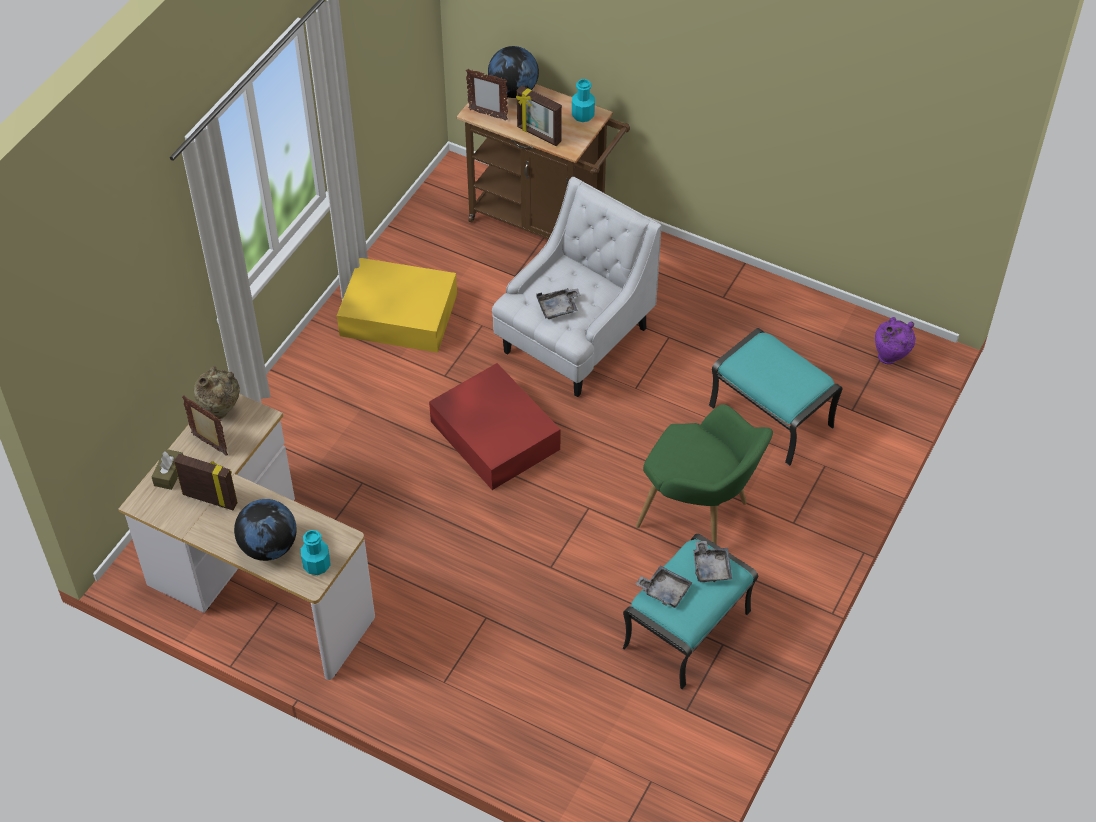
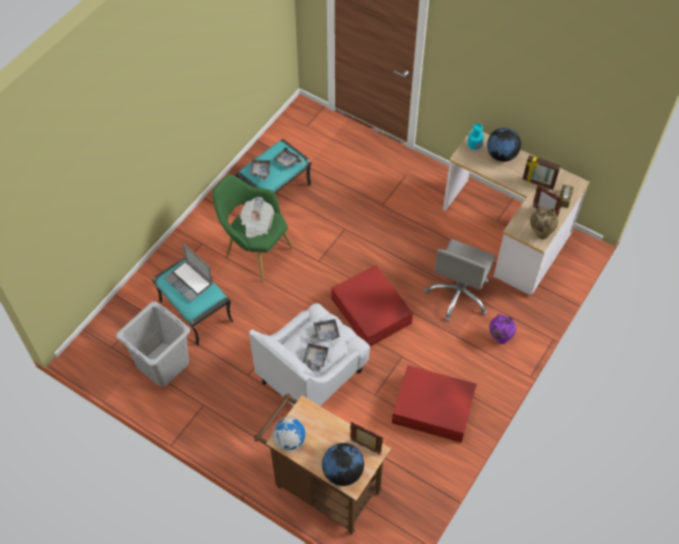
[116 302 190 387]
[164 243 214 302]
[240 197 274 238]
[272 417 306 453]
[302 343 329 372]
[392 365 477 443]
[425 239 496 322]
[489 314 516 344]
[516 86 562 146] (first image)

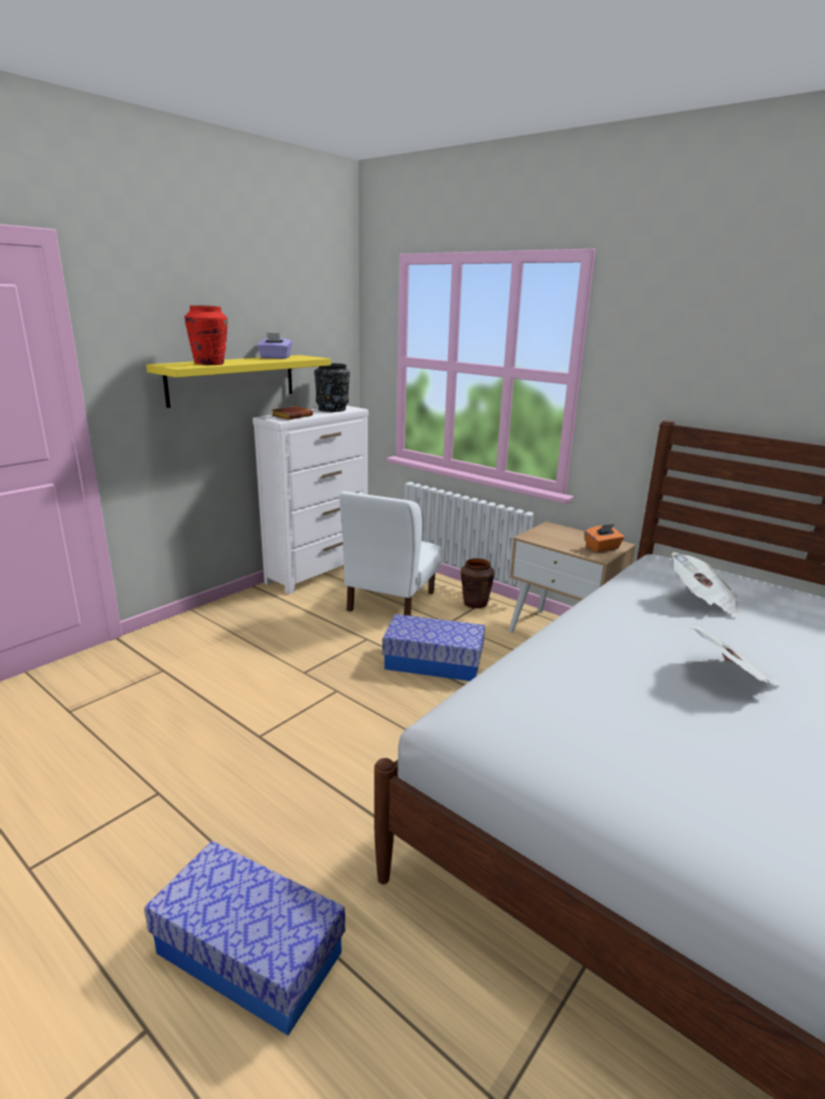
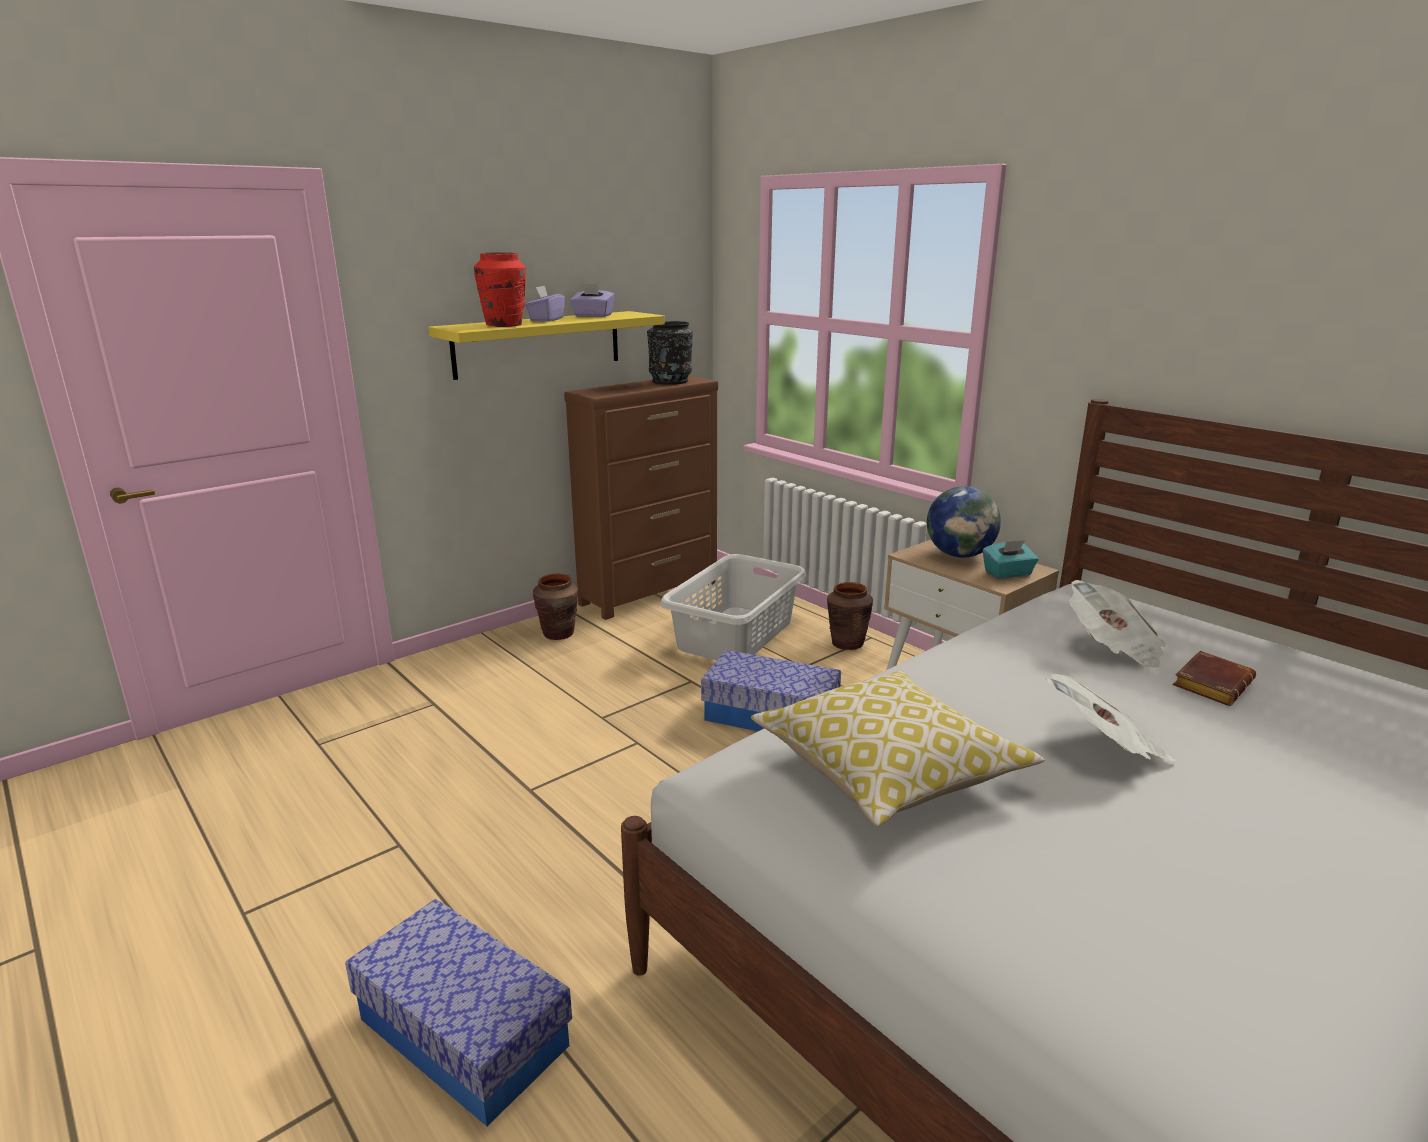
[525 285 565 322]
[533 574 578 640]
[564 376 718 620]
[660 554 806 660]
[751 671 1045 826]
[927 486 1001 558]
[983 540 1039 579]
[1173 651 1256 706]

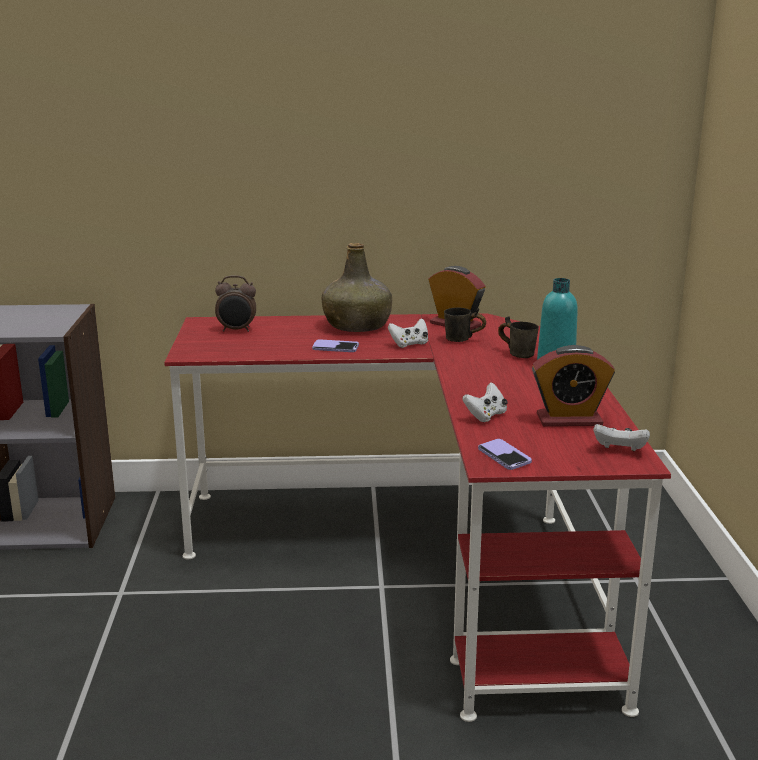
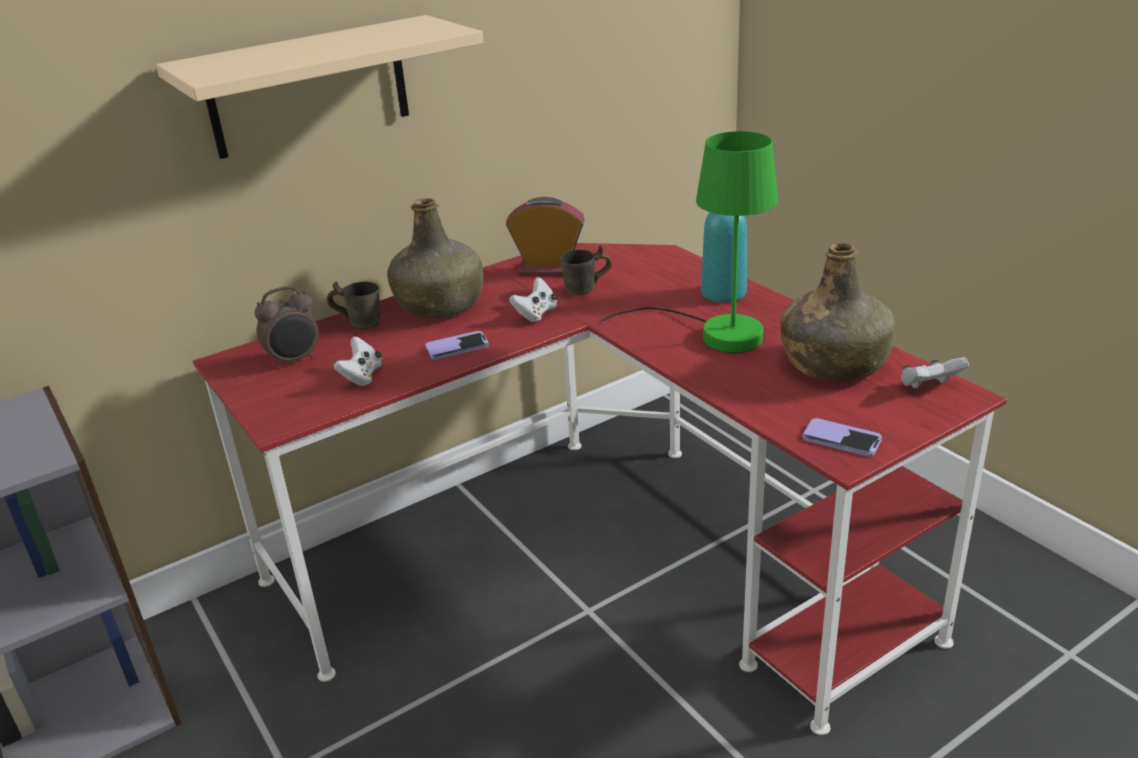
[156 15 484 159]
[327 281 380 329]
[333 336 382 386]
[601 131 778 353]
[780 242 896 382]

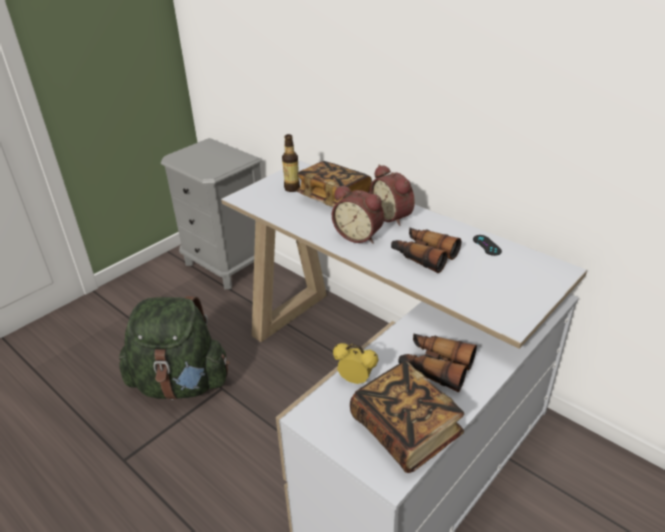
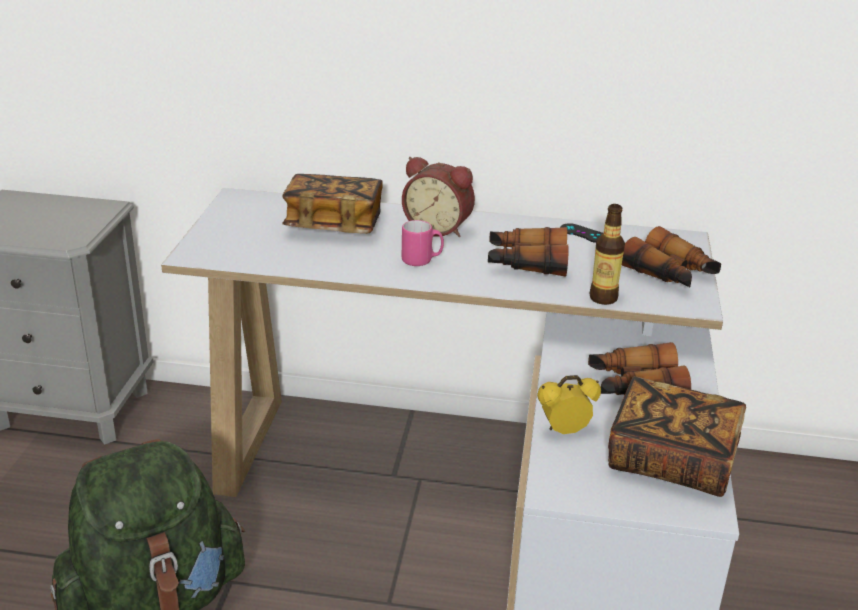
[402 220 444 266]
[589 204 625 305]
[622 226 721 287]

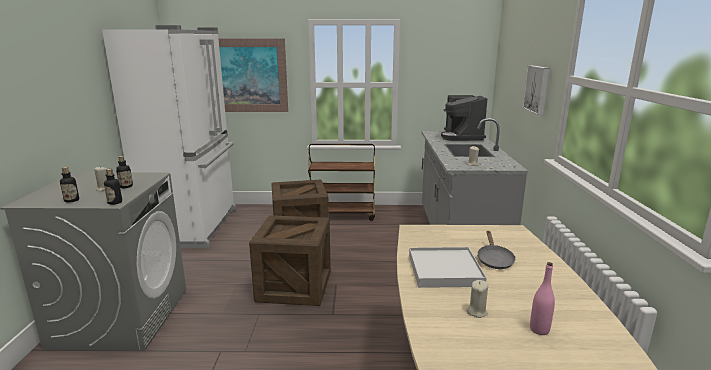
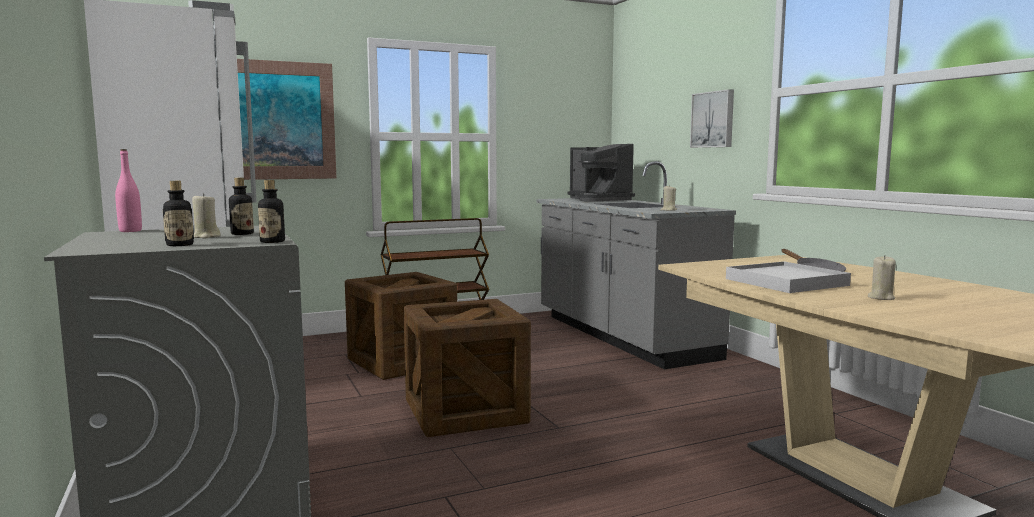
[115 149 142 232]

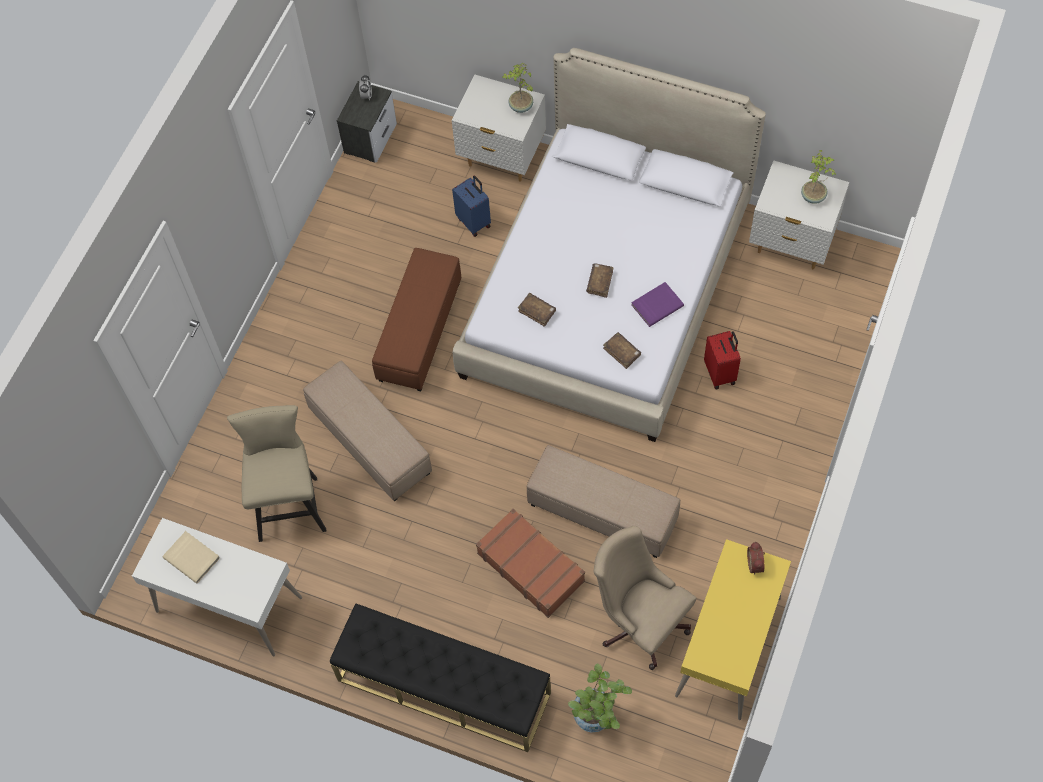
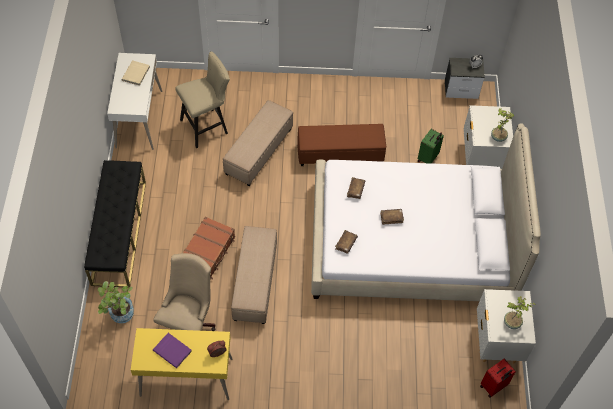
[153 333 192 368]
[418 129 444 164]
[480 358 516 398]

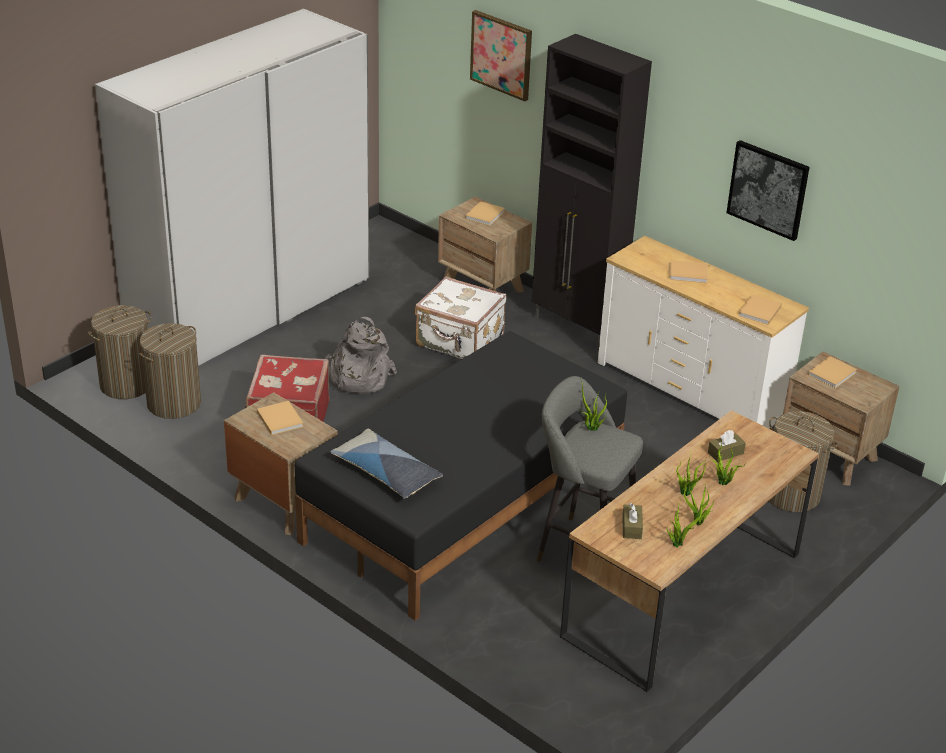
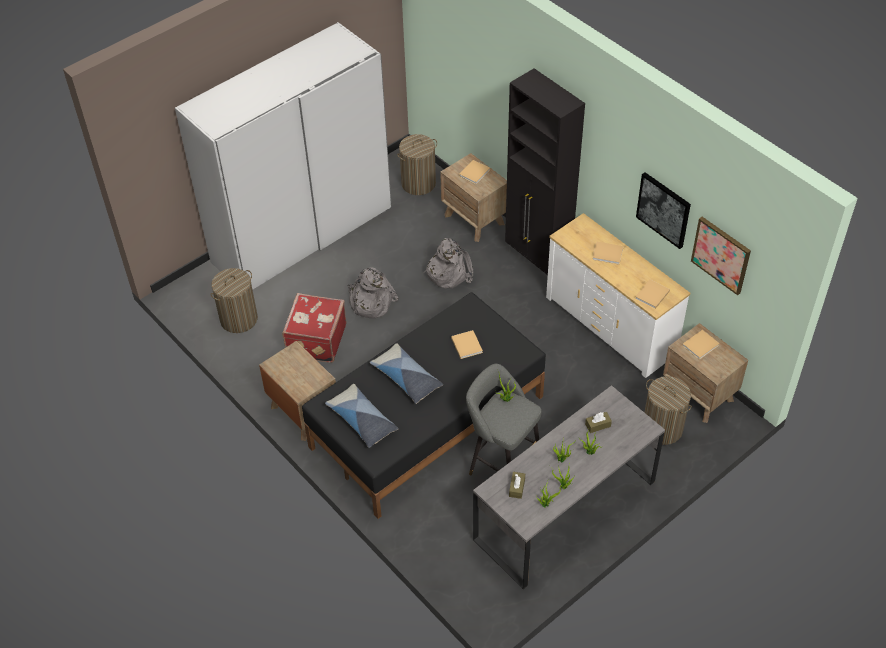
[370 343 443 404]
[397 134 437 195]
[423 238 473 289]
[451 330 483 359]
[473 385 665 589]
[691 217 751 295]

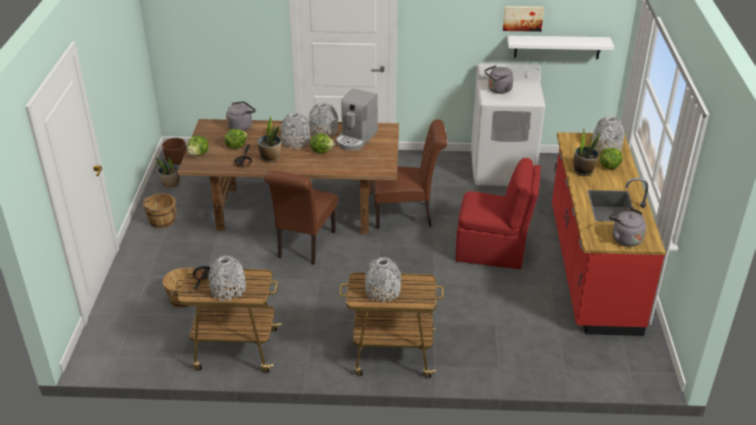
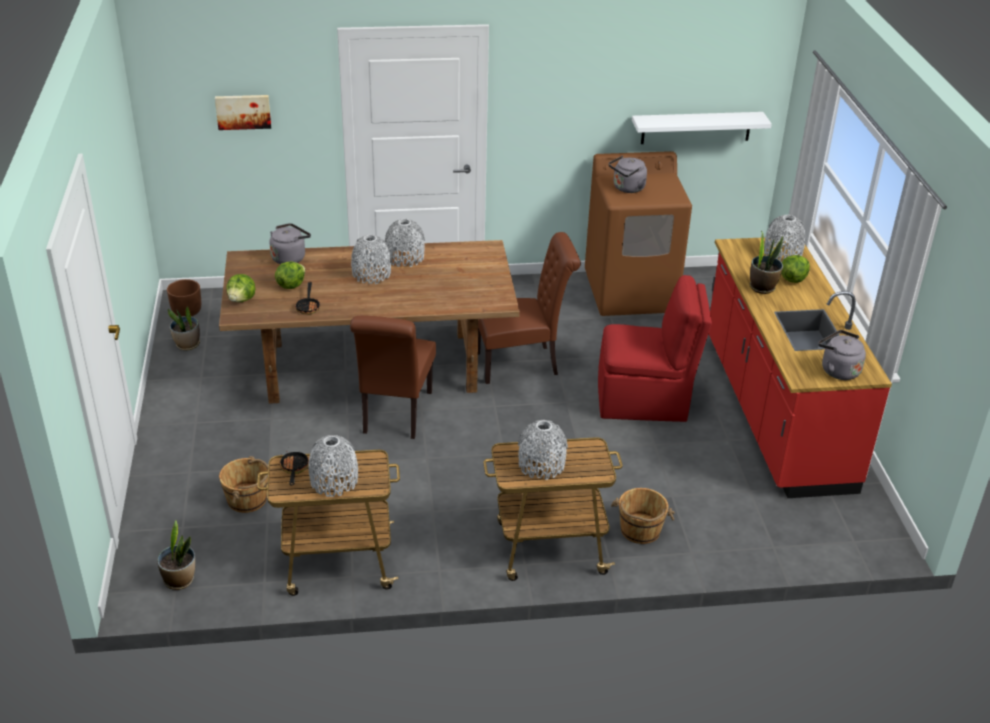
[157 520 195 590]
[215 95 271 130]
[585 151 692 316]
[611 488 675 544]
[310 133 335 153] (first image)
[336 89 378 151] (first image)

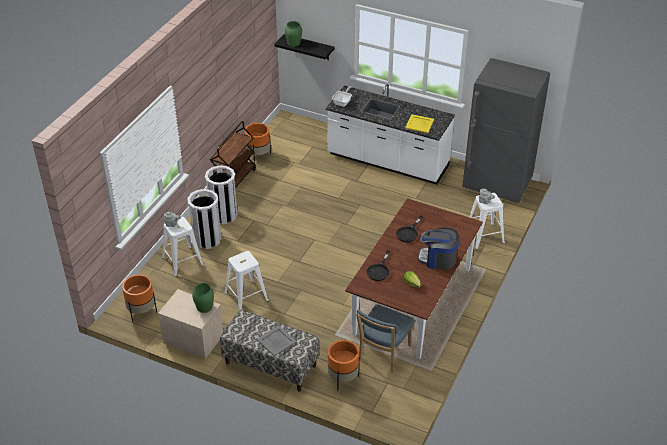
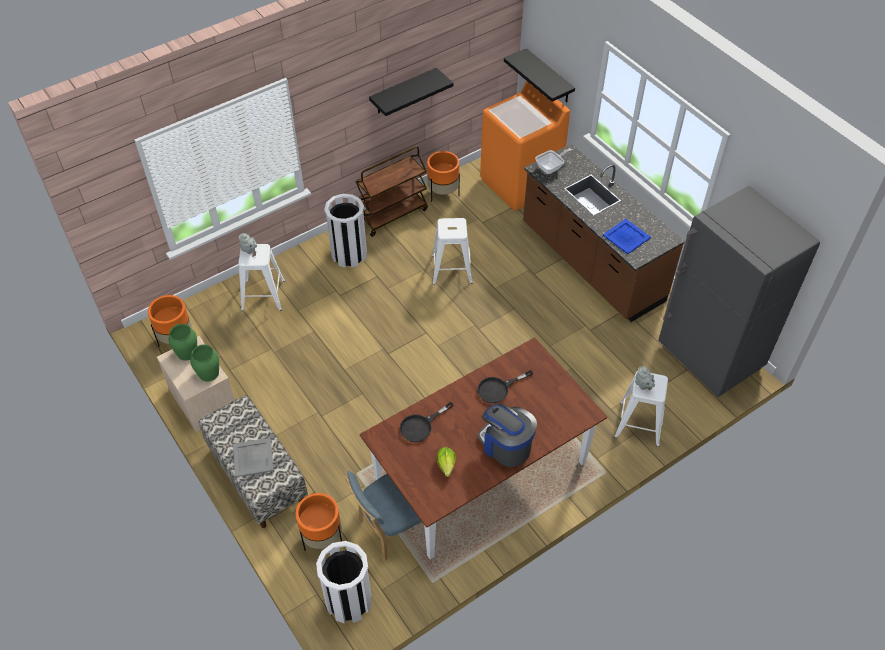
[168 324 197 361]
[316 541 372 624]
[369 68 454 116]
[432 218 472 285]
[480 81 570 211]
[523 144 685 322]
[603 219 651 254]

